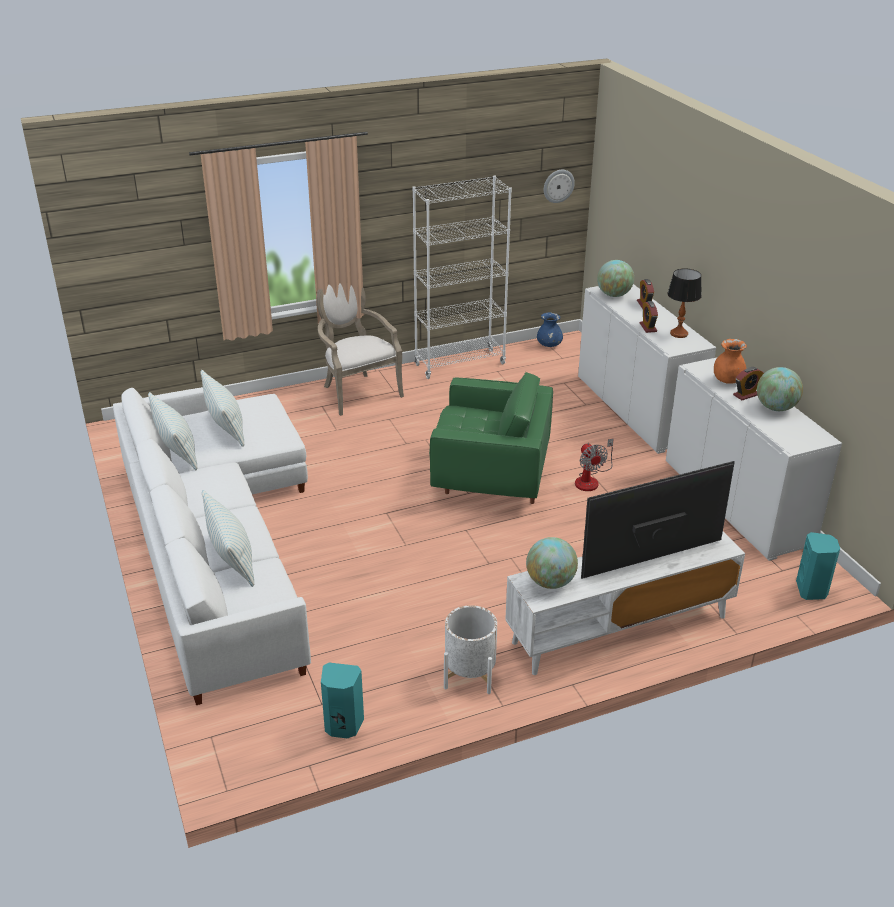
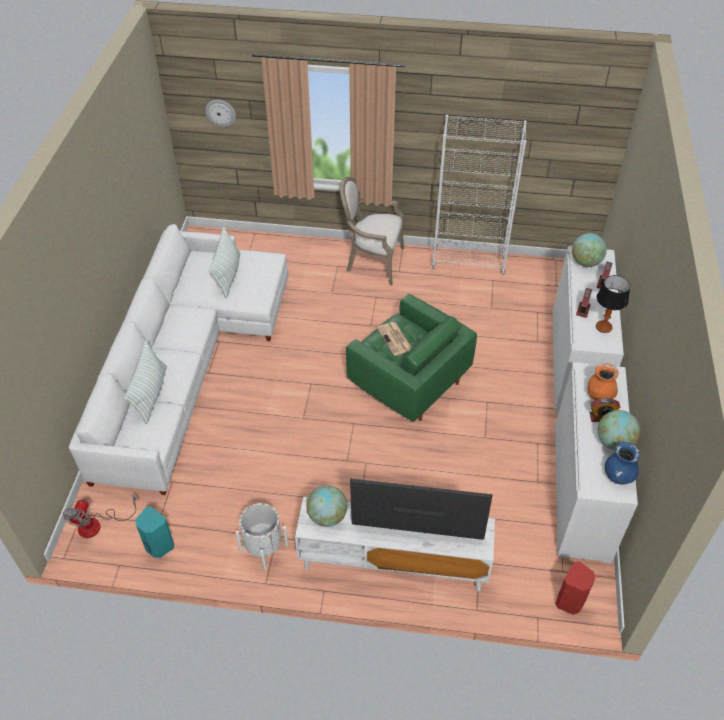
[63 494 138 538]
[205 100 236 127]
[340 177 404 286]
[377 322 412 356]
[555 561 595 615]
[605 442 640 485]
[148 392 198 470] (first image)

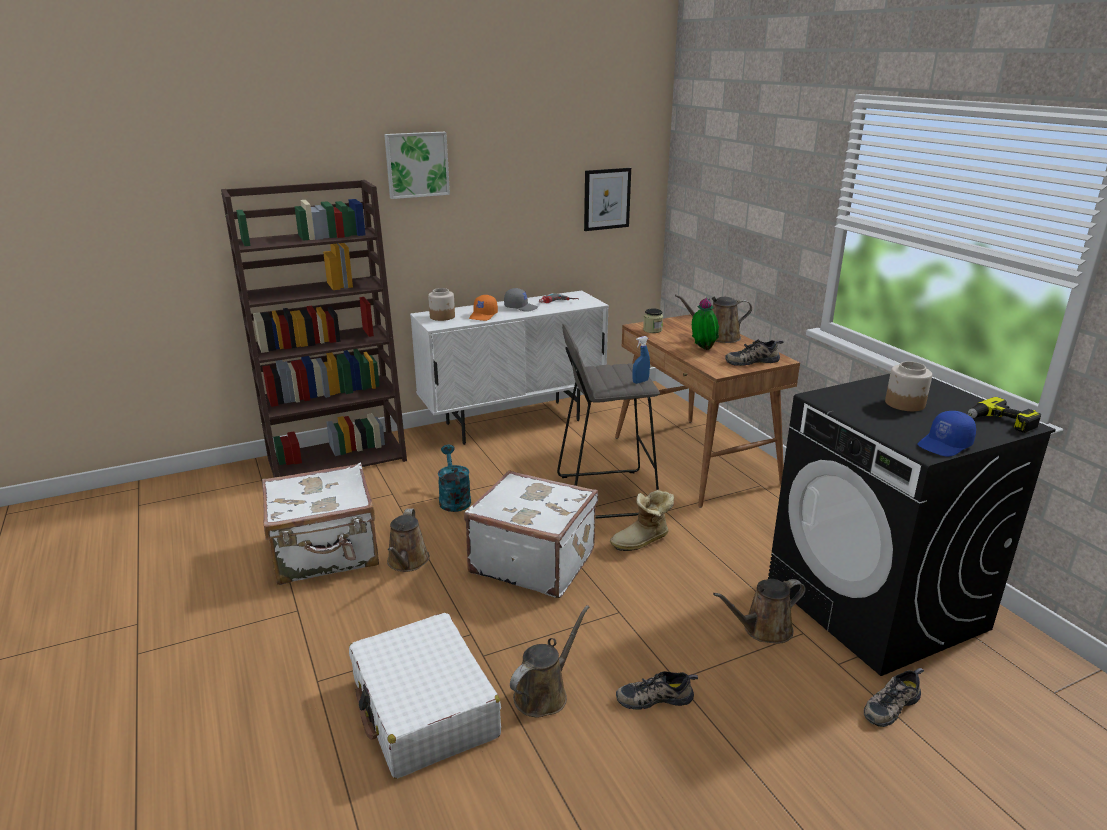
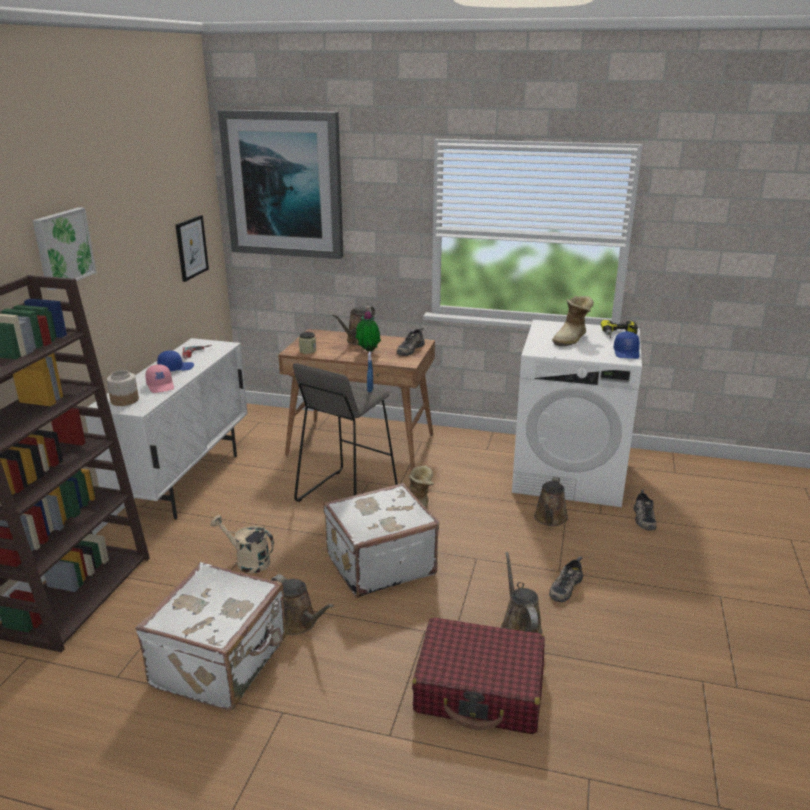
[145 364 174 393]
[157 350 194 371]
[211 515 274 573]
[218 110 343 259]
[412 617 545 734]
[512 320 642 507]
[552 296 594 346]

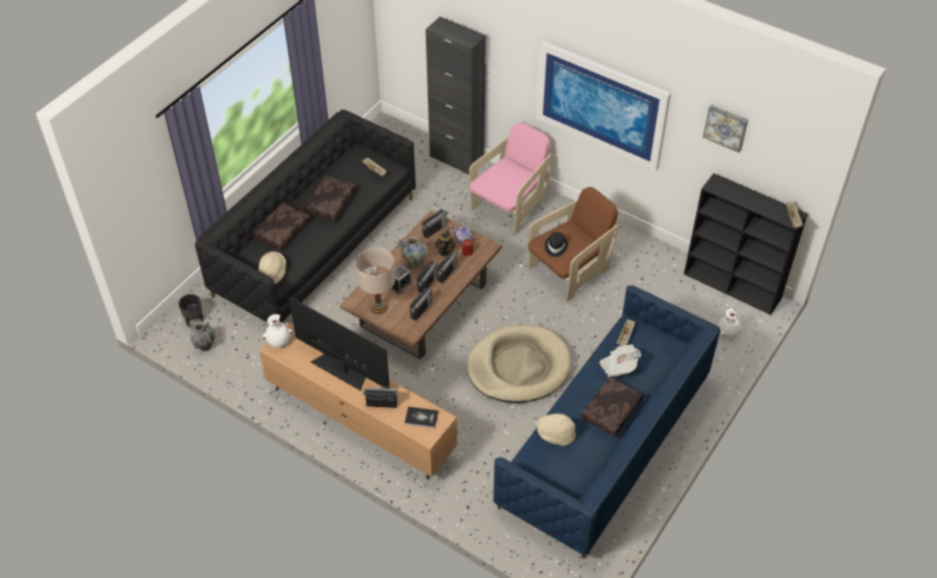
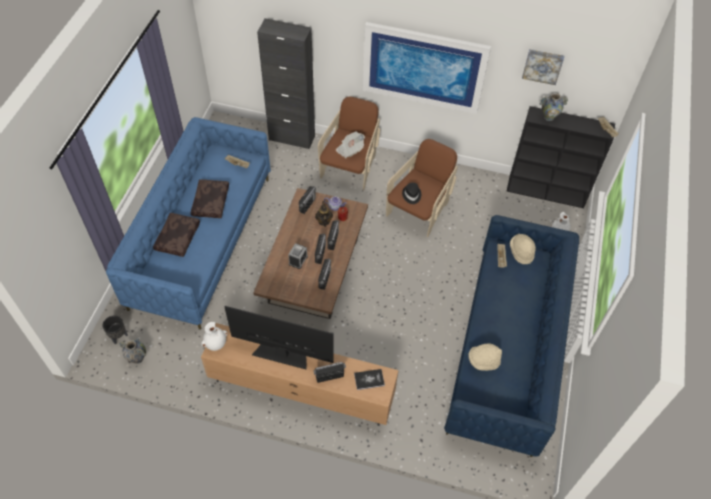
[106 117 271 330]
[318 97 380 191]
[336 131 365 159]
[510 234 536 264]
[540 93 568 121]
[356 247 395 314] (first image)
[467 325 571 403] (first image)
[581 377 643 436] (first image)

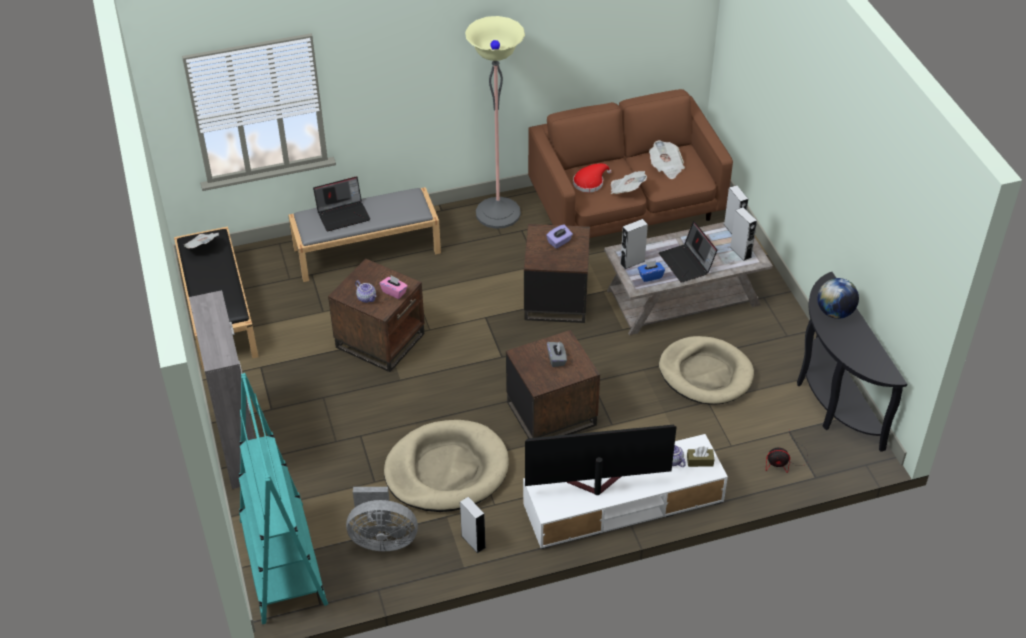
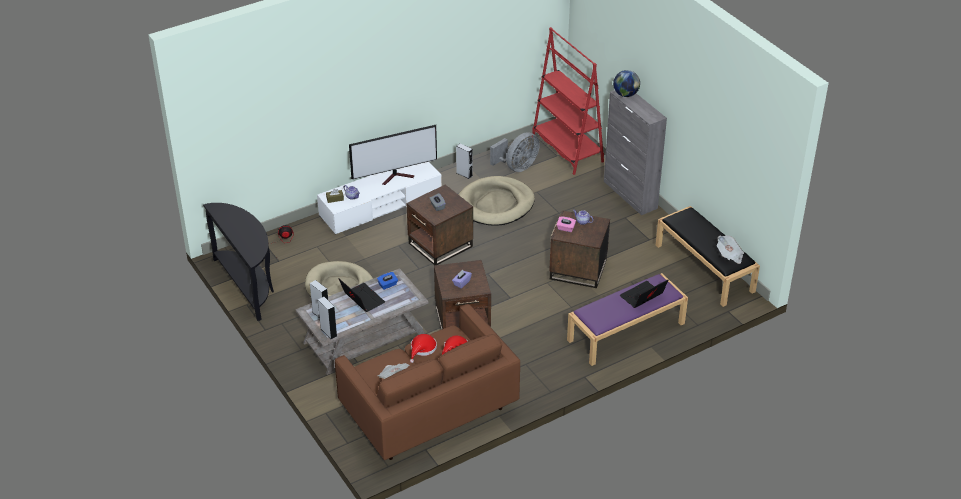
[410 334 437 363]
[490 132 540 172]
[532 27 604 175]
[567 273 688 366]
[613 70 640 97]
[465 16 525 229] (first image)
[620 219 648 269] (first image)

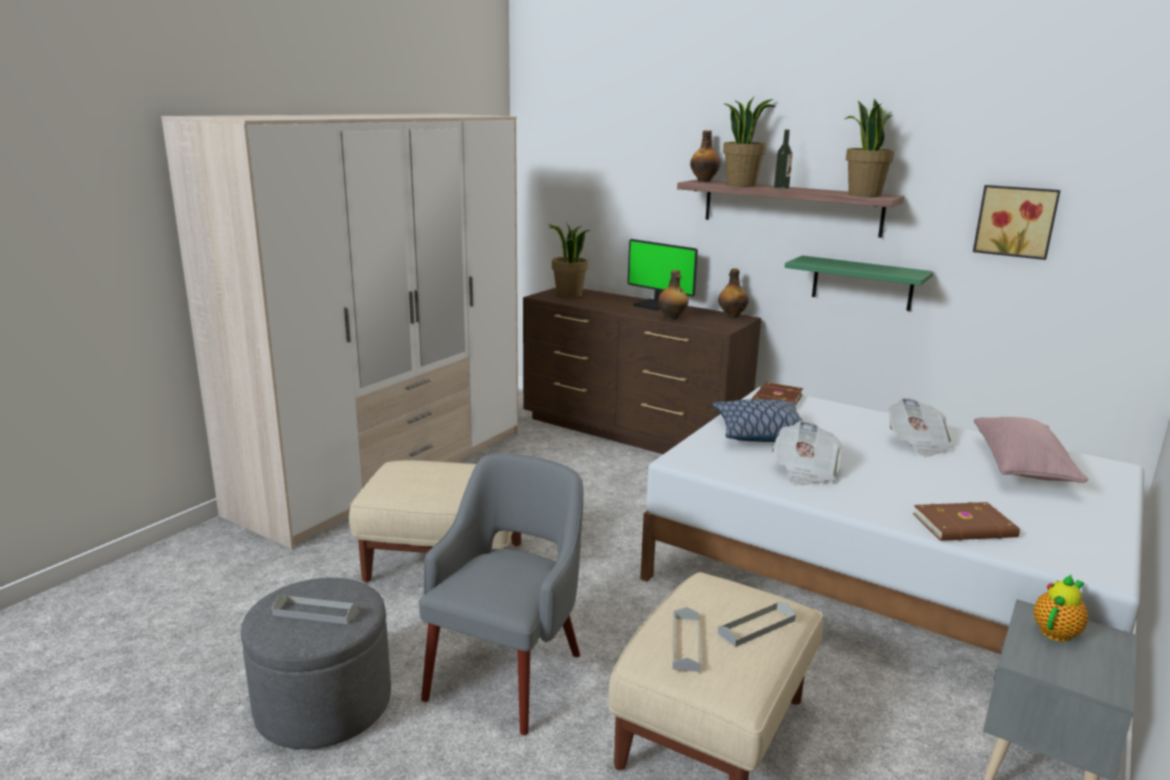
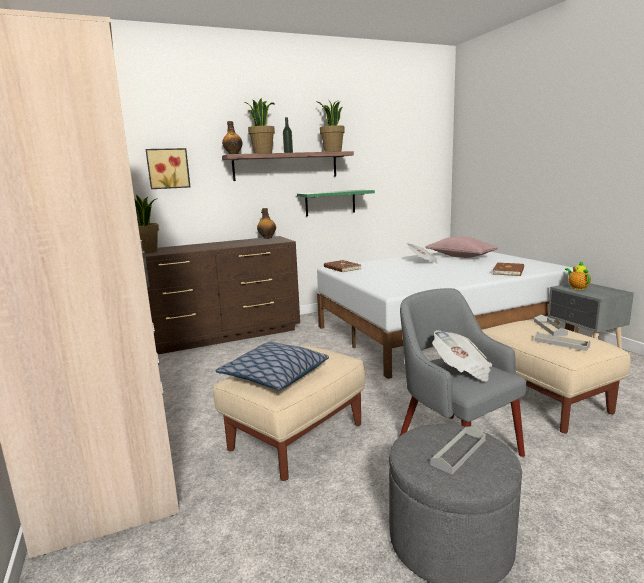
[145 148 191 189]
[215 342 329 391]
[432 330 492 381]
[628 239 698 311] (first image)
[658 270 688 320] (first image)

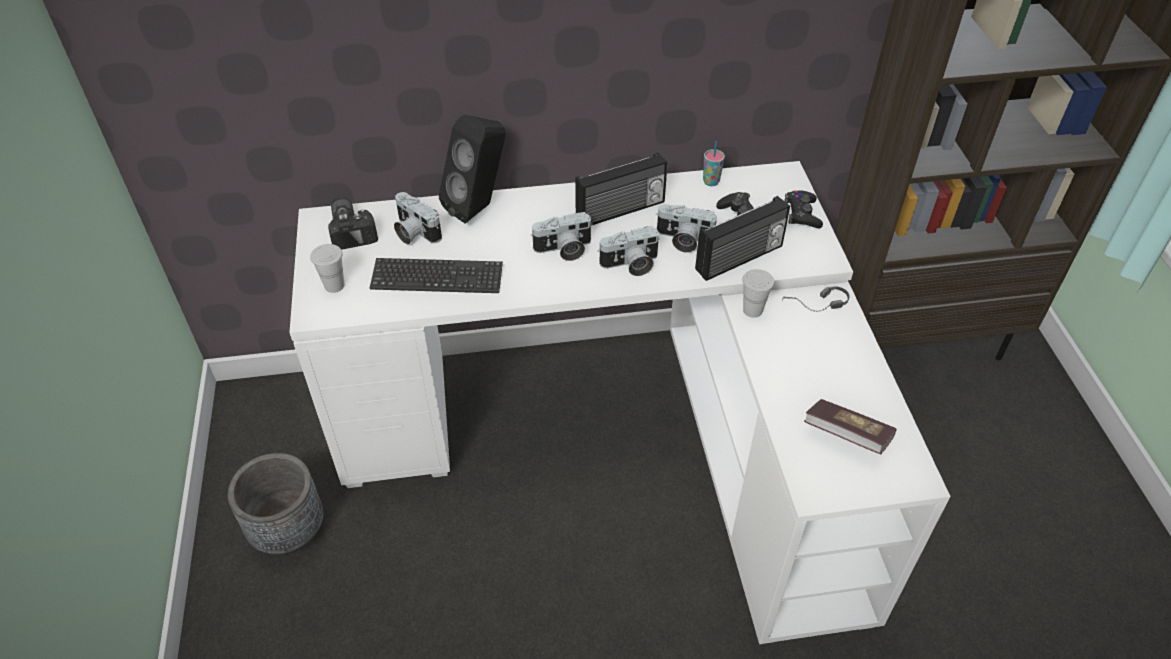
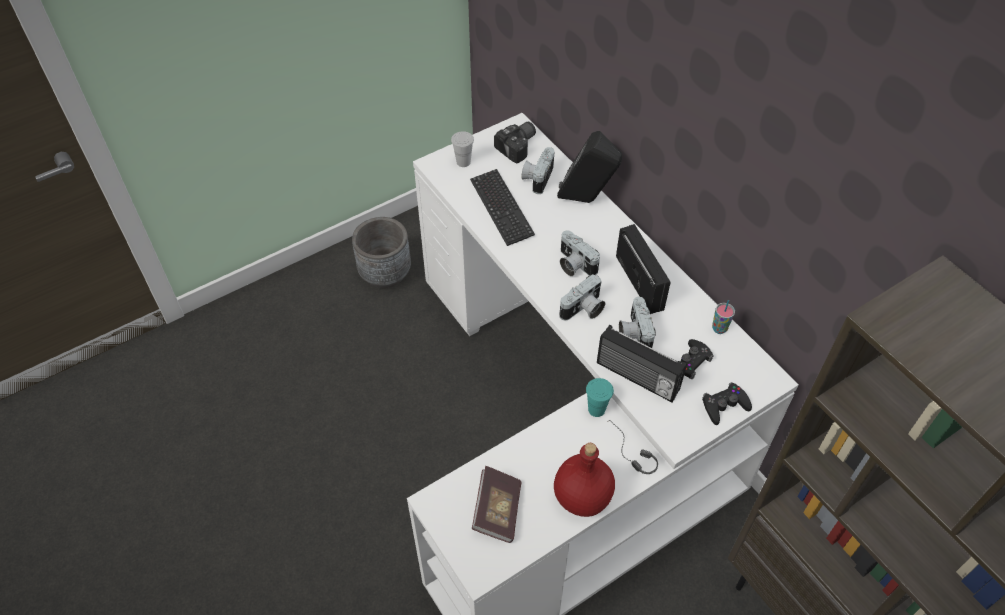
[554 443 615 517]
[559 274 605 321]
[586 378 614 417]
[616 224 670 314]

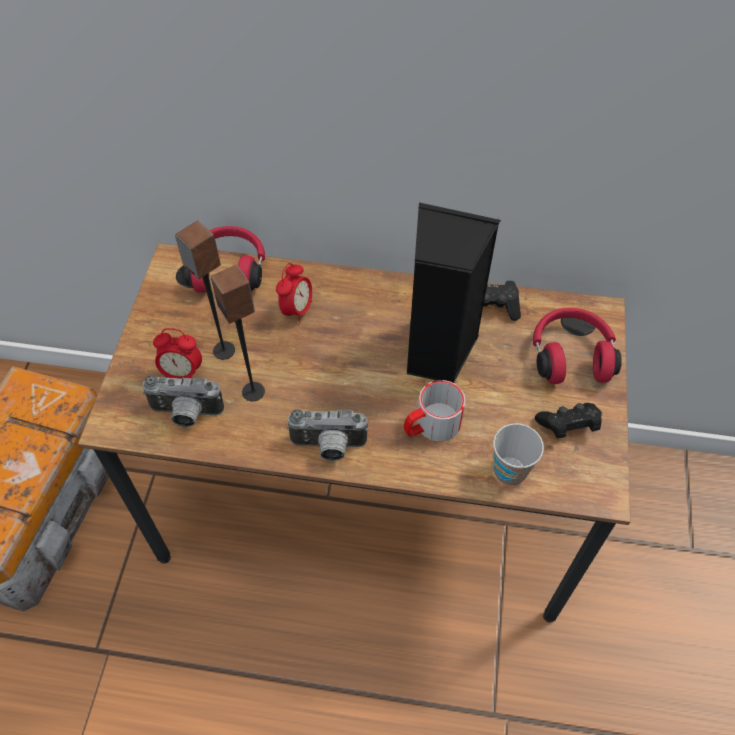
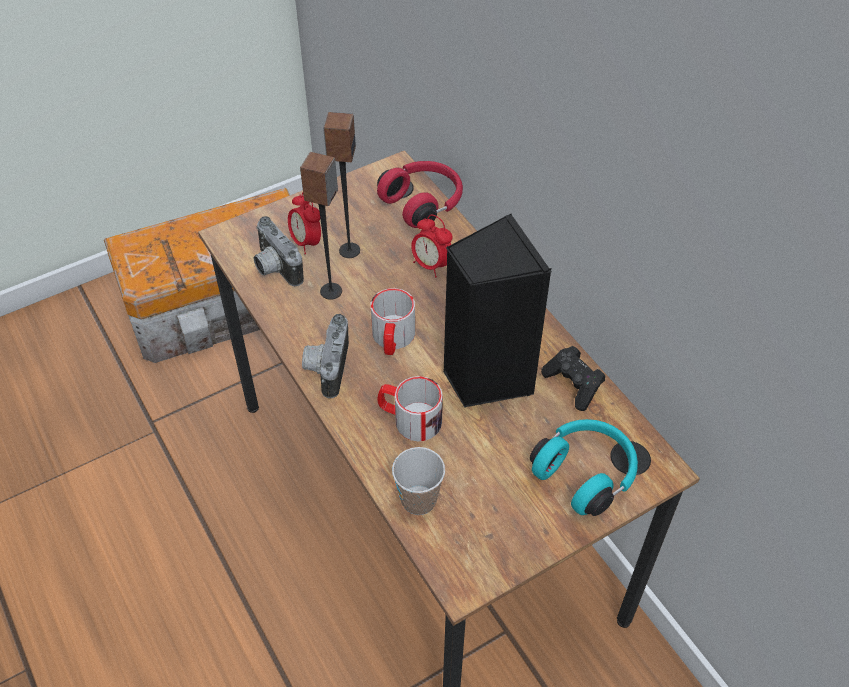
[302 314 349 398]
[371 288 415 355]
[411 215 453 278]
[530 419 638 516]
[535 403 602 438] (first image)

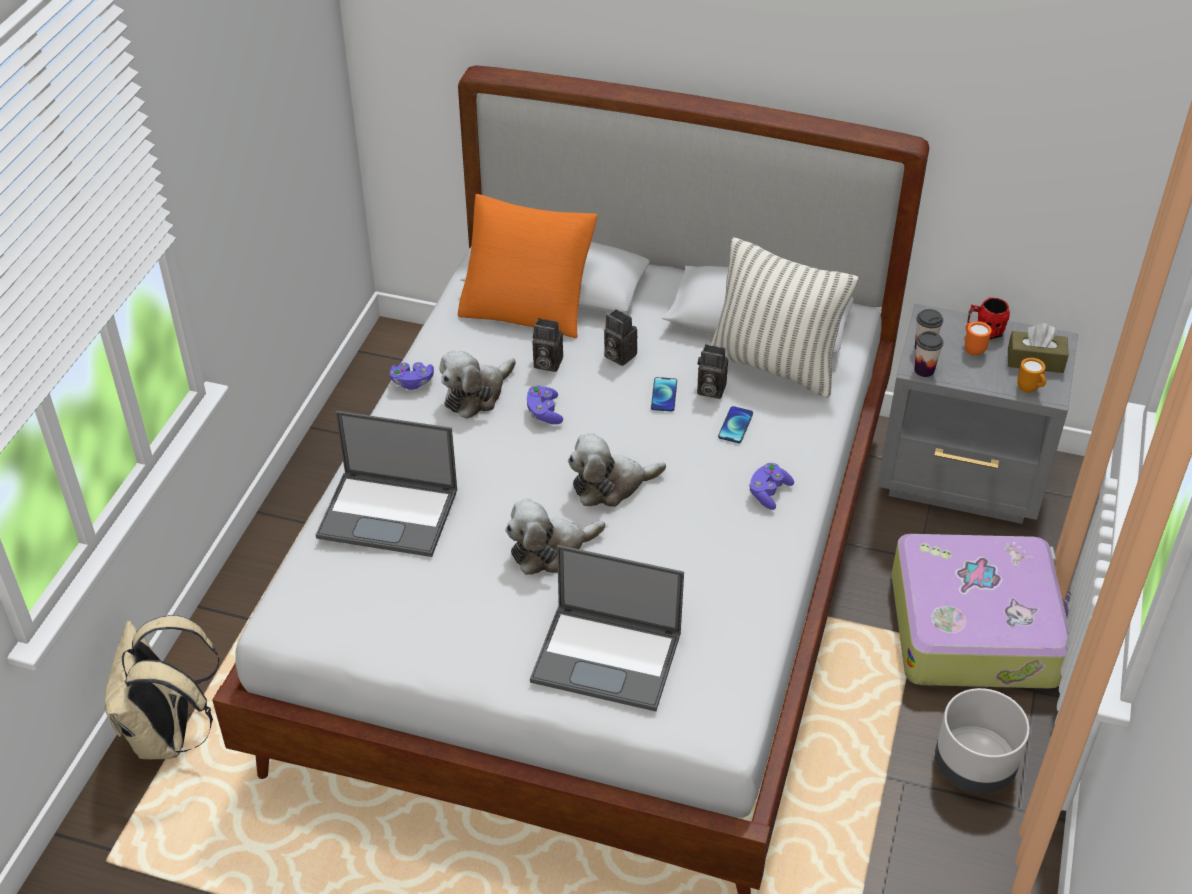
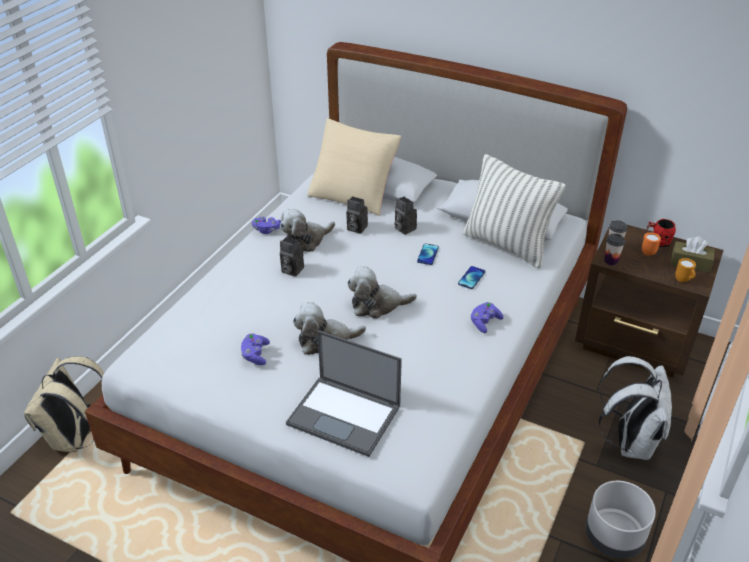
[241 333 270 365]
[280 237 304 277]
[308 118 401 216]
[575 221 723 378]
[599 356 672 460]
[316 411 457 557] (first image)

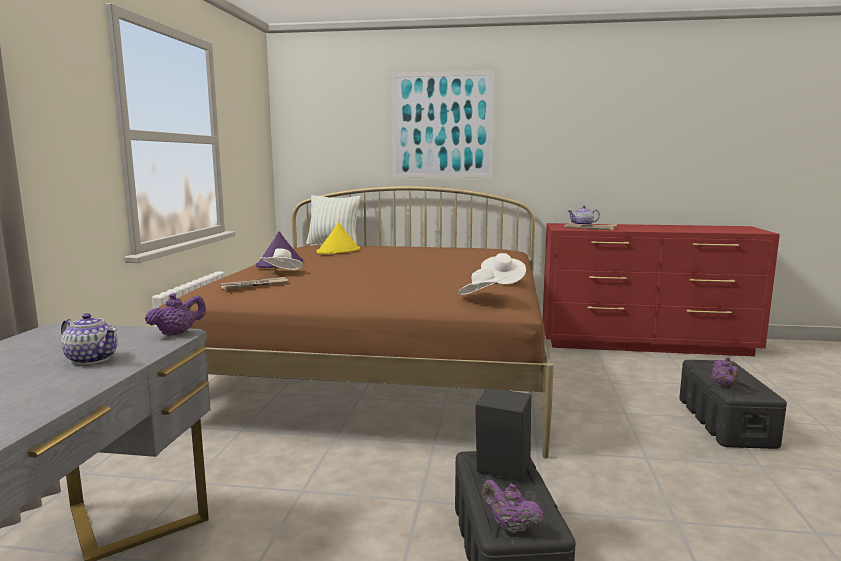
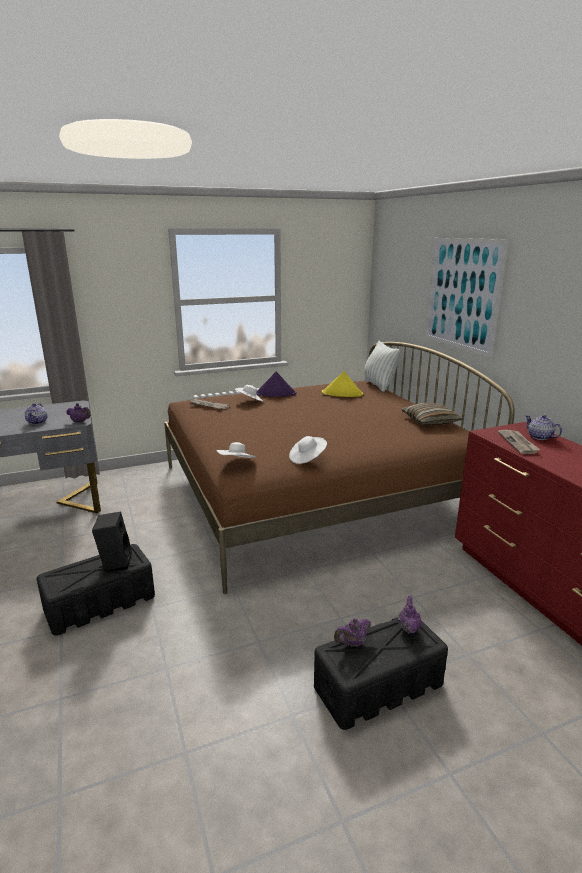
[398 596 422 633]
[401 403 463 425]

